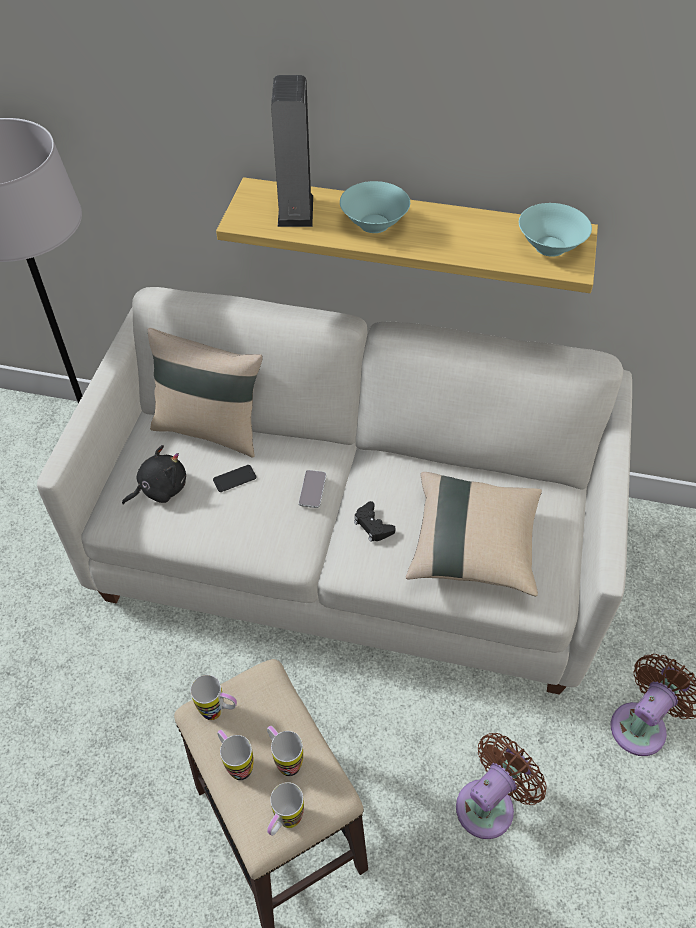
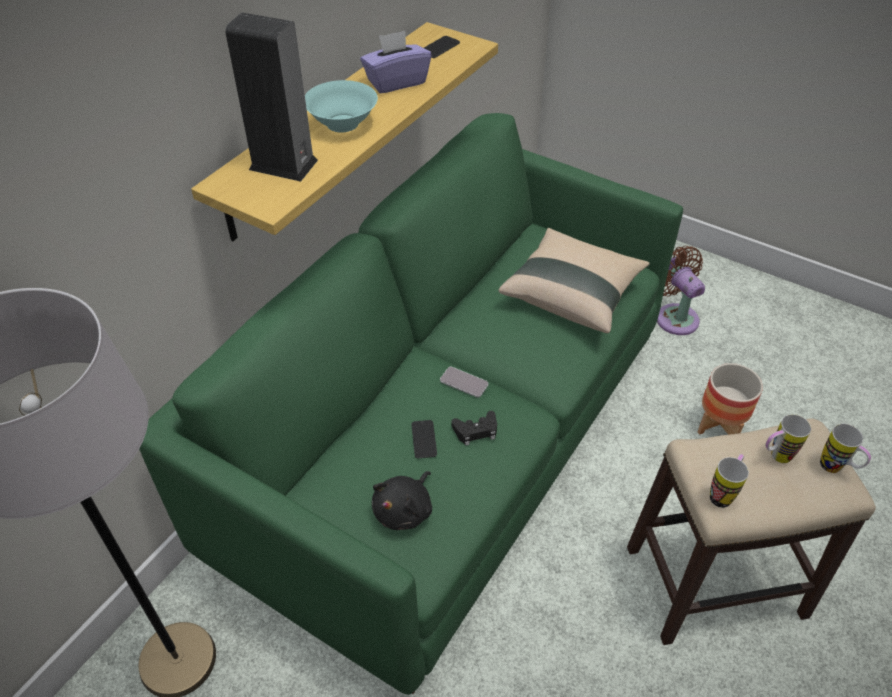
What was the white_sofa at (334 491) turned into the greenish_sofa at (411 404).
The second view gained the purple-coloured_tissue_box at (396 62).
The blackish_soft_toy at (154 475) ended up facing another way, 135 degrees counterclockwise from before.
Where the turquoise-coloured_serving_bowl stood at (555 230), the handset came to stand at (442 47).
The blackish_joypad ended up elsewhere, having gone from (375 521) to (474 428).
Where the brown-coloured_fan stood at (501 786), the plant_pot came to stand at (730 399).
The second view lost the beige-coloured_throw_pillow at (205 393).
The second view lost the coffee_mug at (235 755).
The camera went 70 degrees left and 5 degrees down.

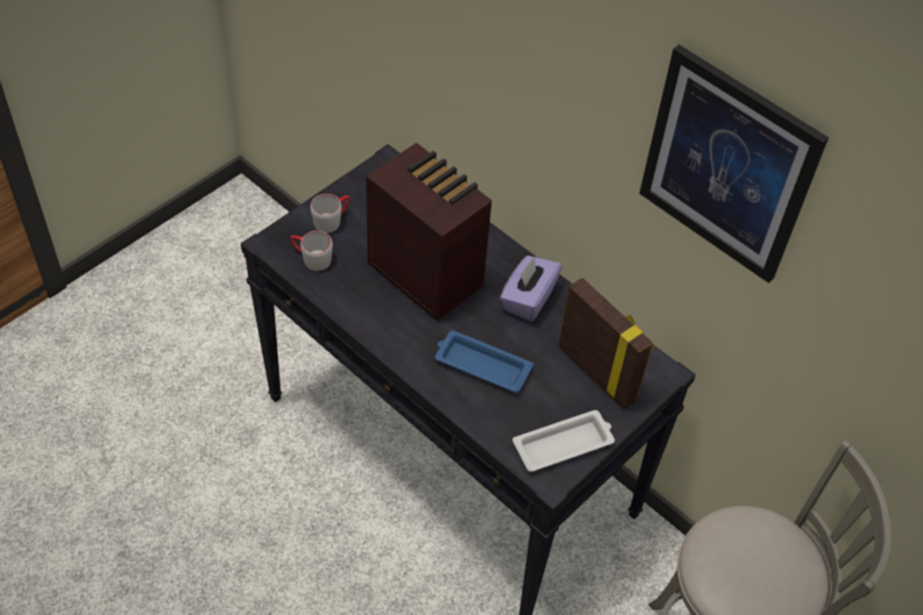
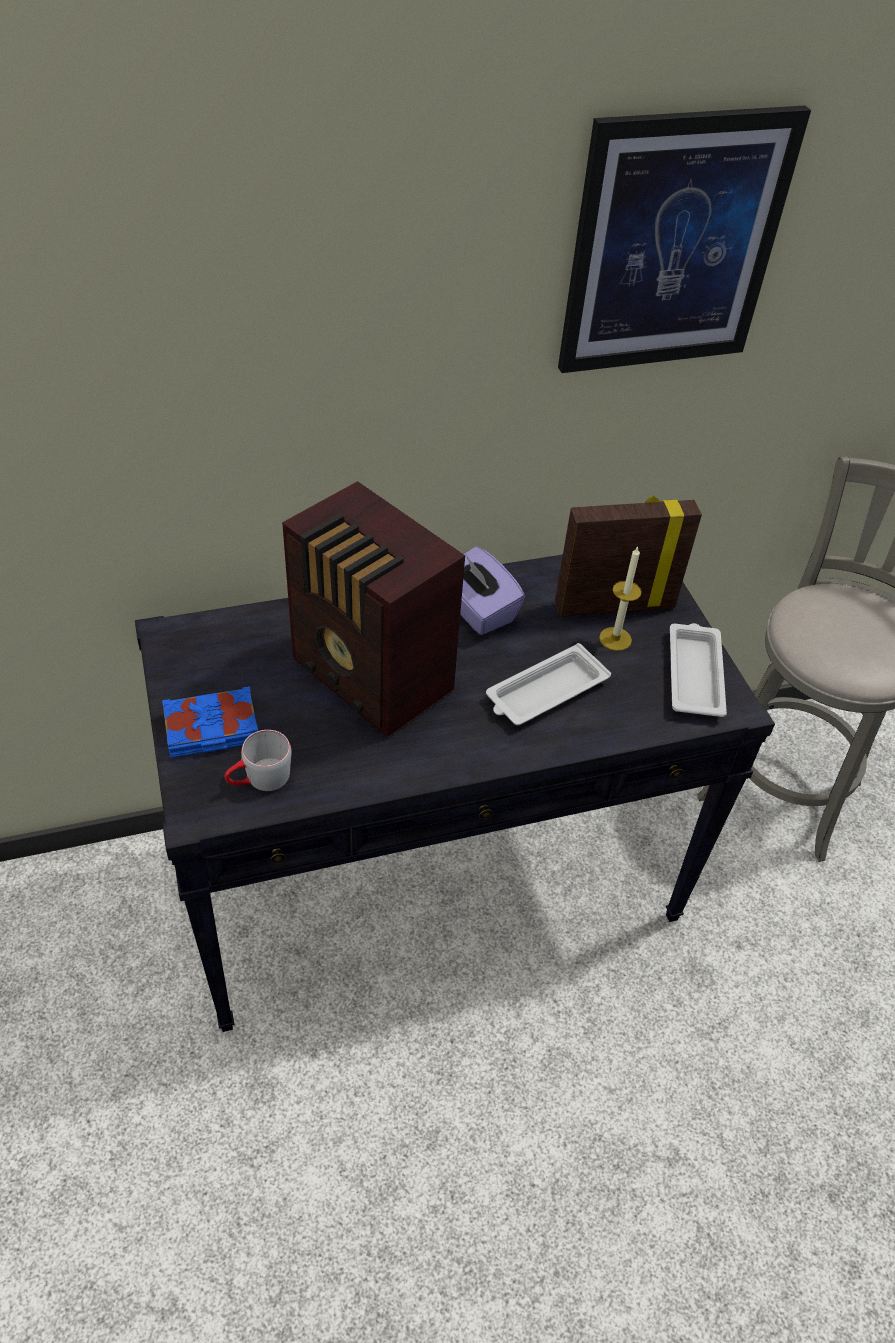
Where the gray_coffee_mug stood at (330 213), the bluish_bound_book came to stand at (210 722).
The radio at (429 232) ended up facing another way, 120 degrees counterclockwise from before.
What was the bluish_tray at (484 362) turned into the white_tray at (548 684).
The second view gained the wax_candle at (620 598).
The camera went 60 degrees left and 5 degrees down.

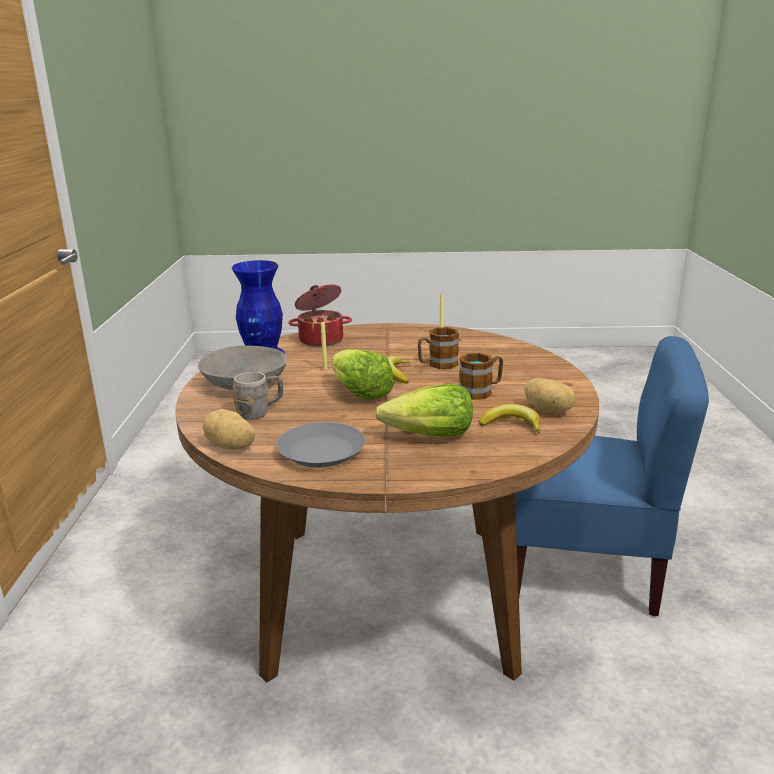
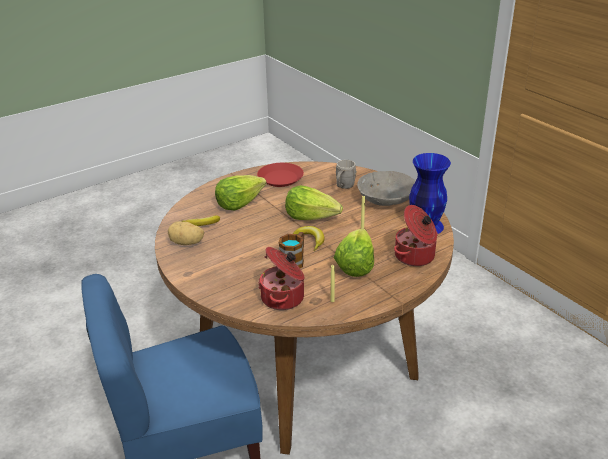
What was the gray_plate at (320 445) turned into the red-coloured_plate at (280 175).
The second view gained the saucepot at (281 278).
The second view gained the lettuce at (354 253).
The second view lost the potato at (229 429).
The second view lost the coffee_mug at (481 376).
The camera went 145 degrees right and 10 degrees up.

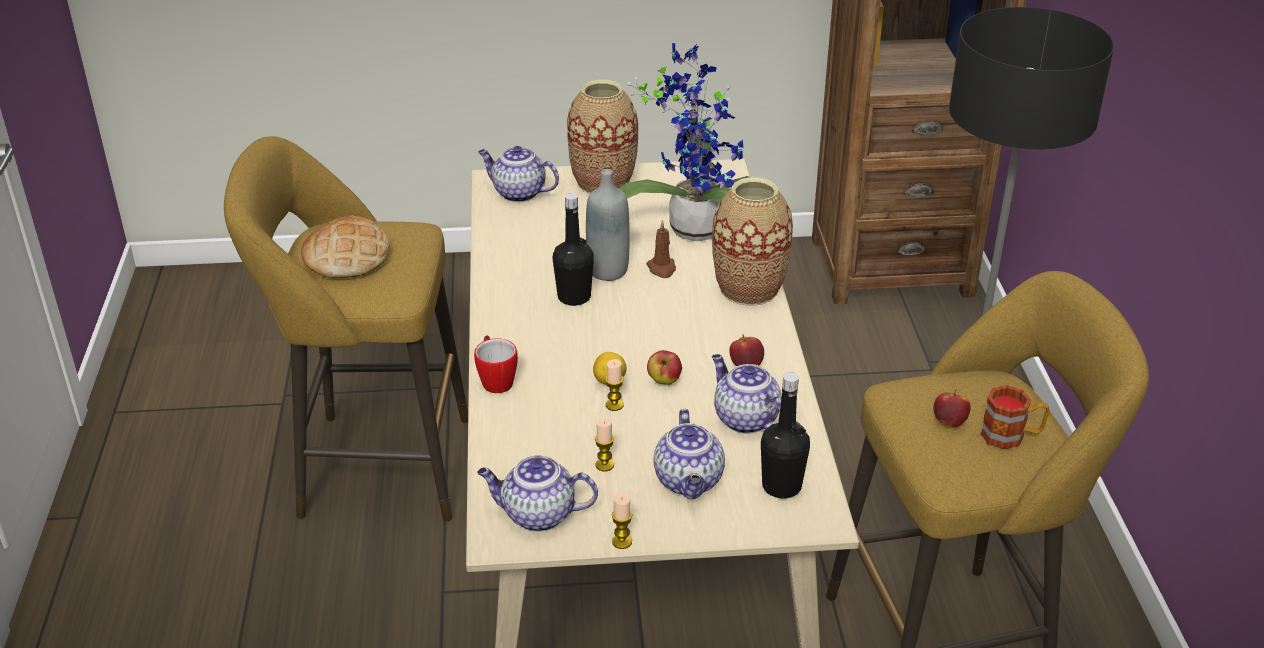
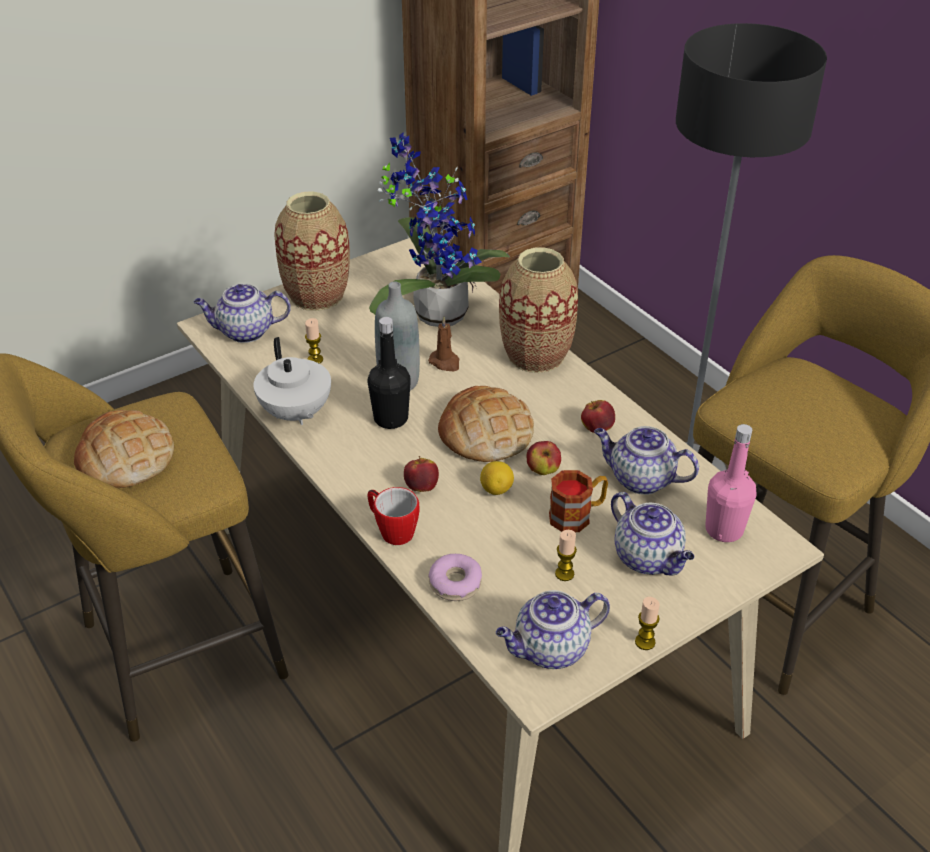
The second view gained the white_tea_pot at (292 381).
The wax_candle ended up elsewhere, having gone from (614 385) to (314 341).
The whole_apple ended up elsewhere, having gone from (952 408) to (421 474).
The second view gained the donut at (455 577).
The second view gained the baked_bread at (486 424).
The coffee_mug ended up elsewhere, having gone from (1015 417) to (578 501).
What was the blackish_bottle at (785 435) turned into the pink_bottle at (730 483).
The camera went 30 degrees left and 5 degrees up.

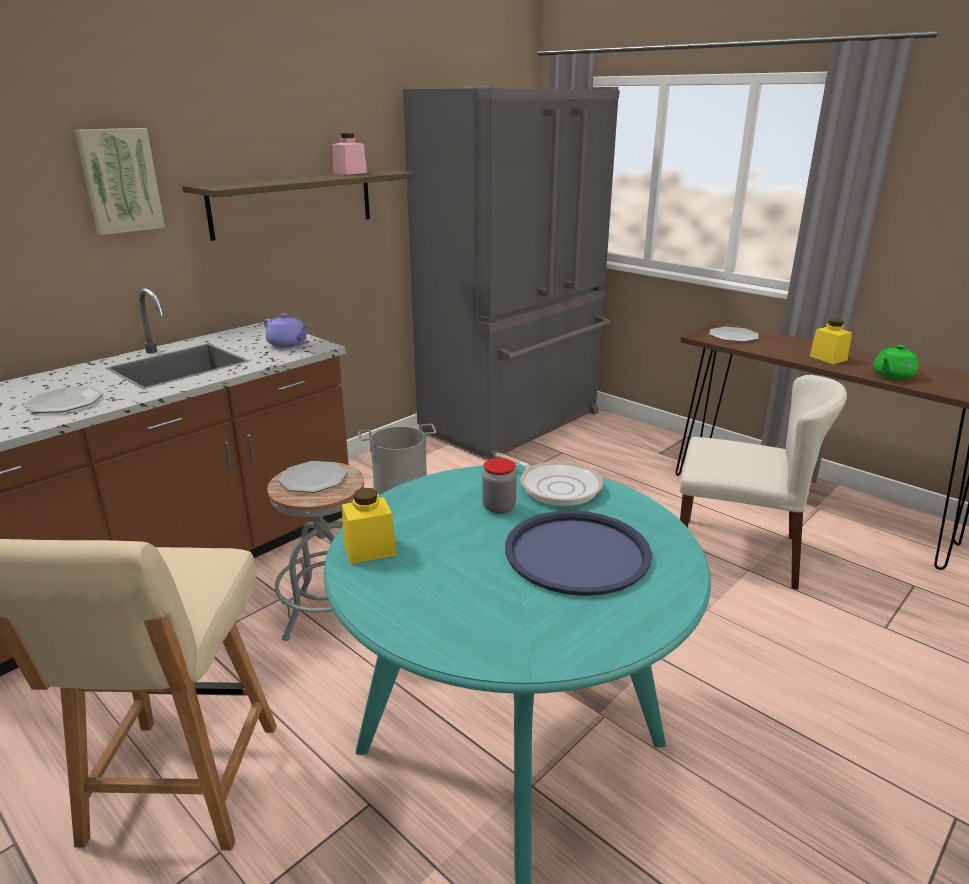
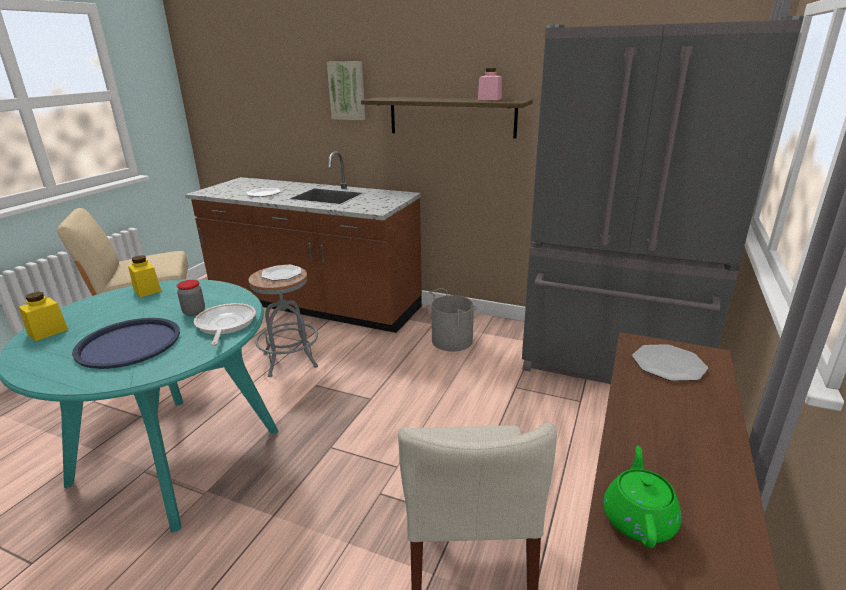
The yellowish_preserve_jar ended up elsewhere, having gone from (830 341) to (43 316).
The skillet at (549 479) ended up facing another way, 150 degrees clockwise from before.
The greenish_tea_pot at (895 362) ended up facing another way, 75 degrees clockwise from before.
The second view lost the purple-coloured_tea_pot at (287 330).
The camera went 70 degrees right and 0 degrees up.

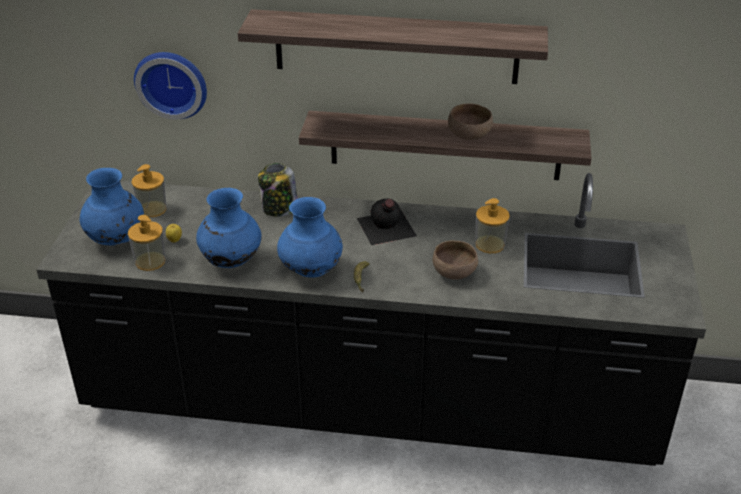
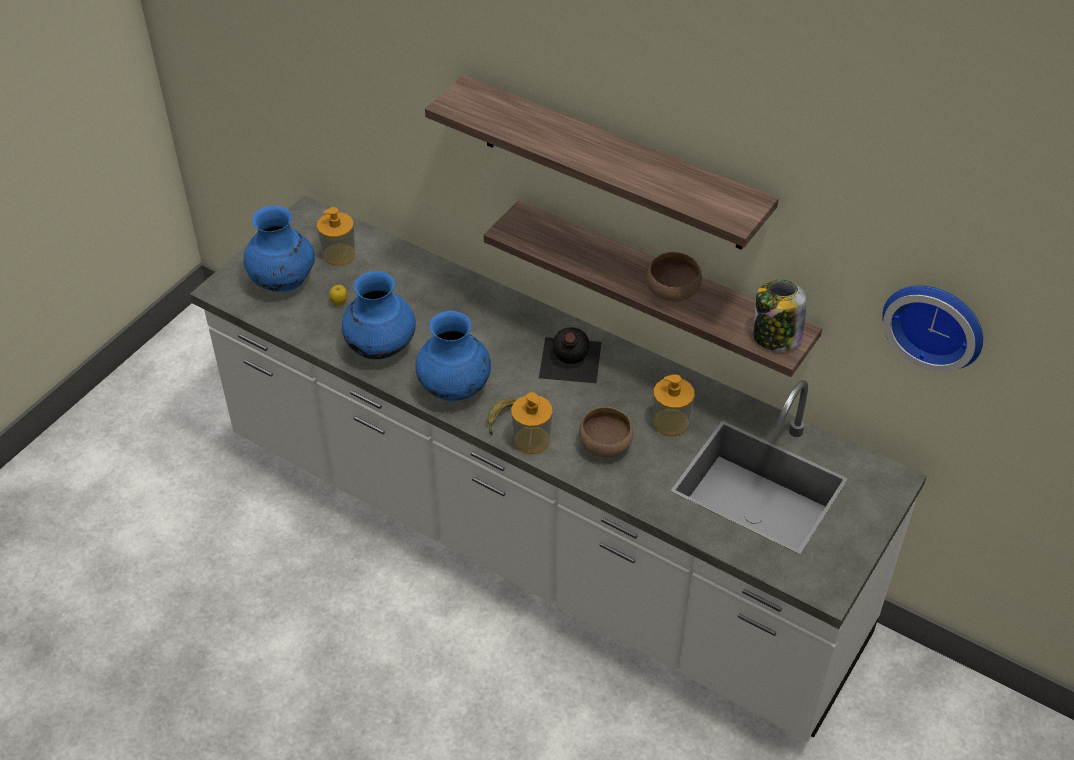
What was the blackish_kitchen_base_unit at (371 319) turned into the white_kitchen_base_unit at (558 468).
The soap_bottle ended up elsewhere, having gone from (146 243) to (532 423).
The preserve_jar ended up elsewhere, having gone from (278 189) to (780 315).
The wall_clock ended up elsewhere, having gone from (170 85) to (932 328).
The camera went 25 degrees right and 10 degrees up.

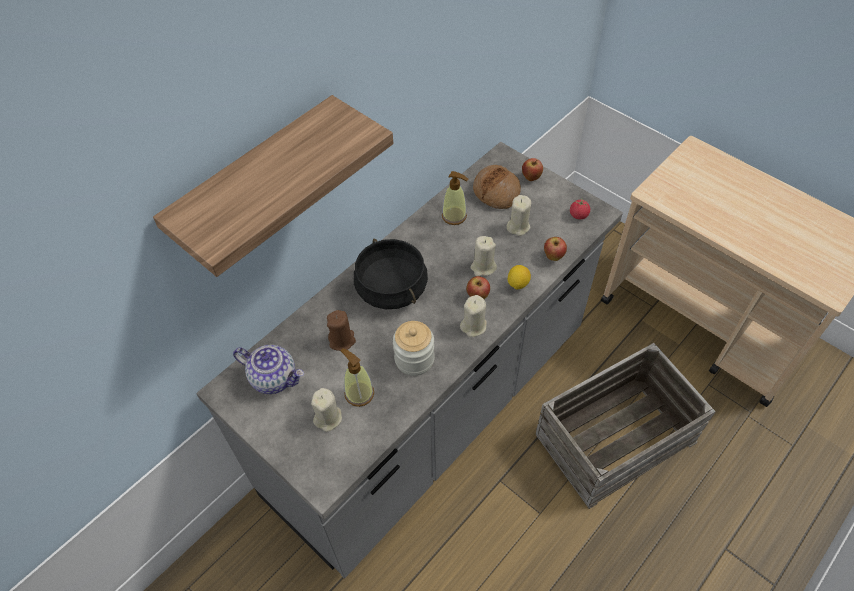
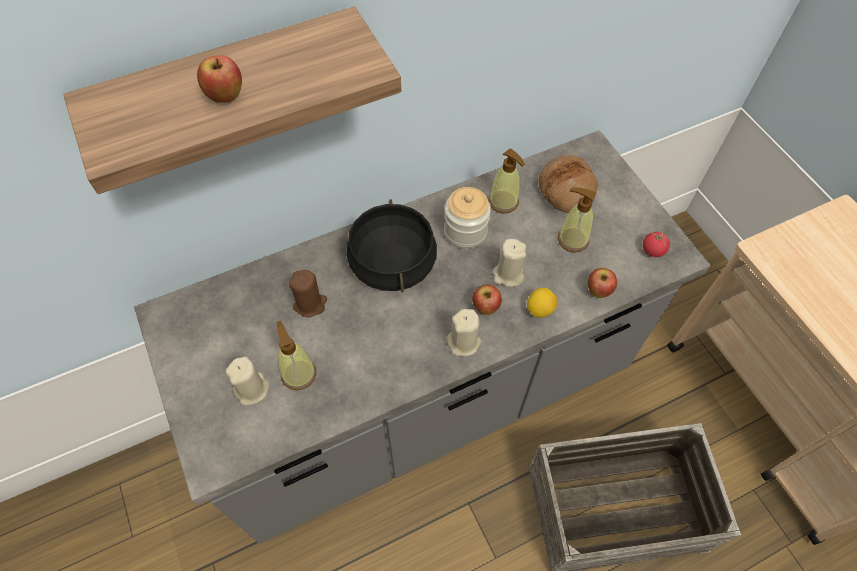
The whole_apple ended up elsewhere, having gone from (532 169) to (219 79).
The preserve_jar ended up elsewhere, having gone from (414 348) to (467 218).
Where the beige-coloured_wax_candle stood at (519 215), the soap_bottle came to stand at (576 219).
The second view lost the tea_pot at (268 369).
The camera went 20 degrees right and 5 degrees up.

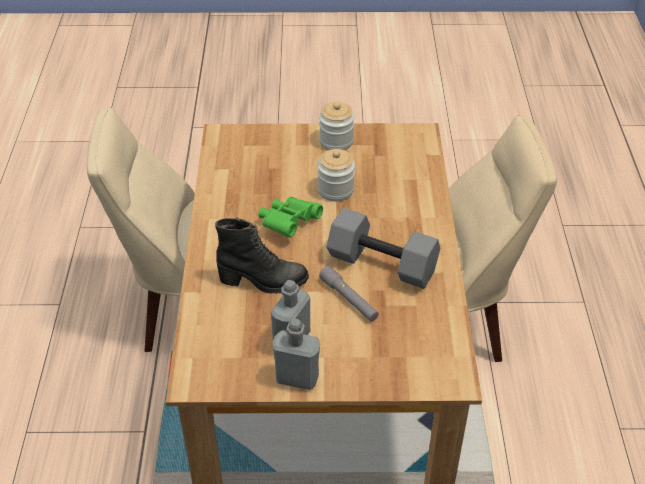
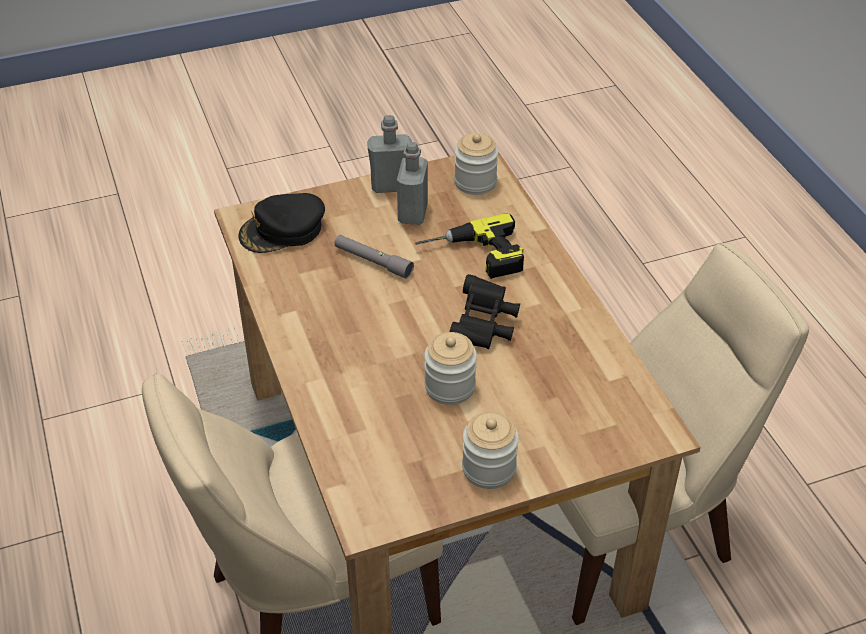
The second view gained the blackish_cap at (282 223).
Where the blackish_tall_boot stood at (262 256), the drill came to stand at (469 246).
What was the greenish_field_glasses at (290 217) turned into the blackish_field_glasses at (485 311).
The second view gained the preserve_jar at (476 164).
The second view lost the gray_hand_weight at (383 248).
The camera went 160 degrees right and 0 degrees up.

